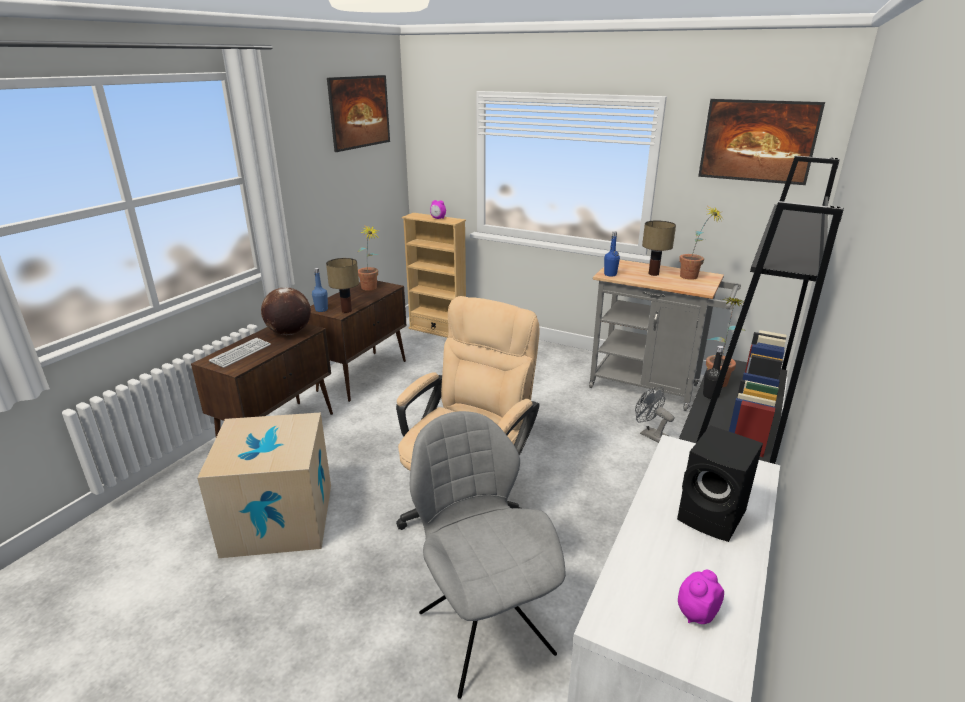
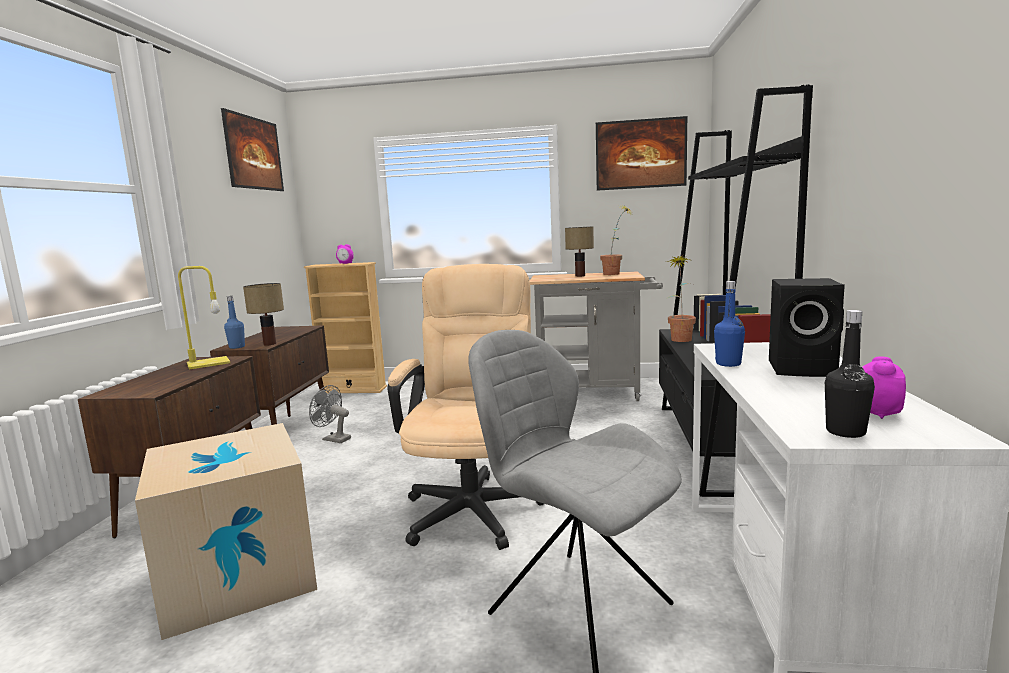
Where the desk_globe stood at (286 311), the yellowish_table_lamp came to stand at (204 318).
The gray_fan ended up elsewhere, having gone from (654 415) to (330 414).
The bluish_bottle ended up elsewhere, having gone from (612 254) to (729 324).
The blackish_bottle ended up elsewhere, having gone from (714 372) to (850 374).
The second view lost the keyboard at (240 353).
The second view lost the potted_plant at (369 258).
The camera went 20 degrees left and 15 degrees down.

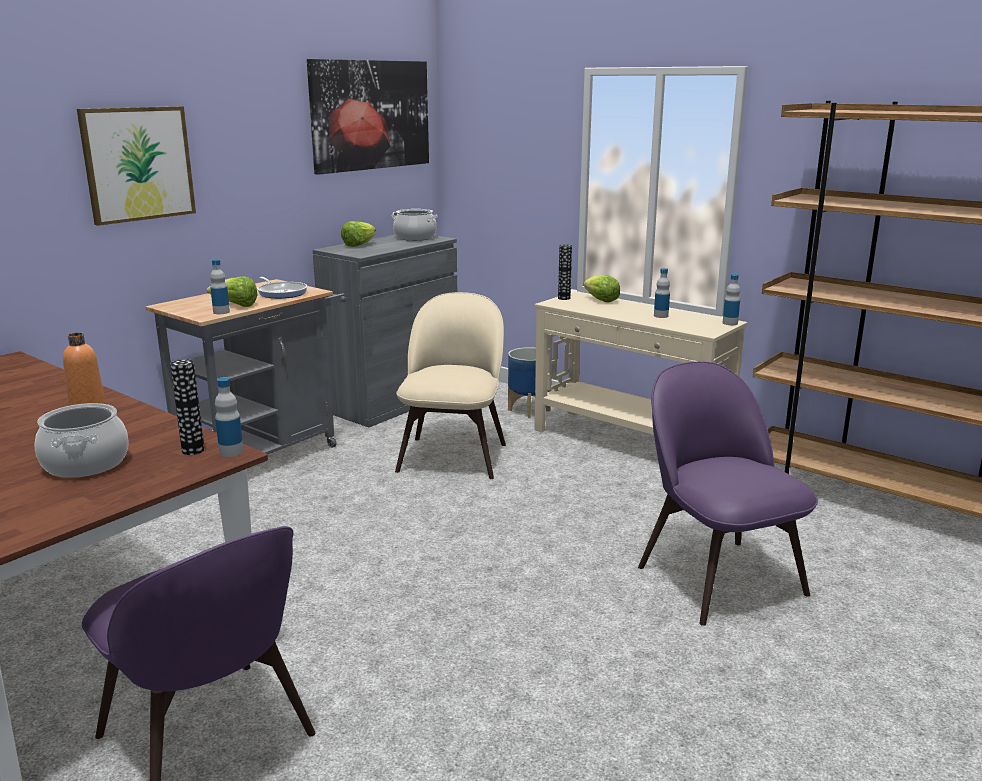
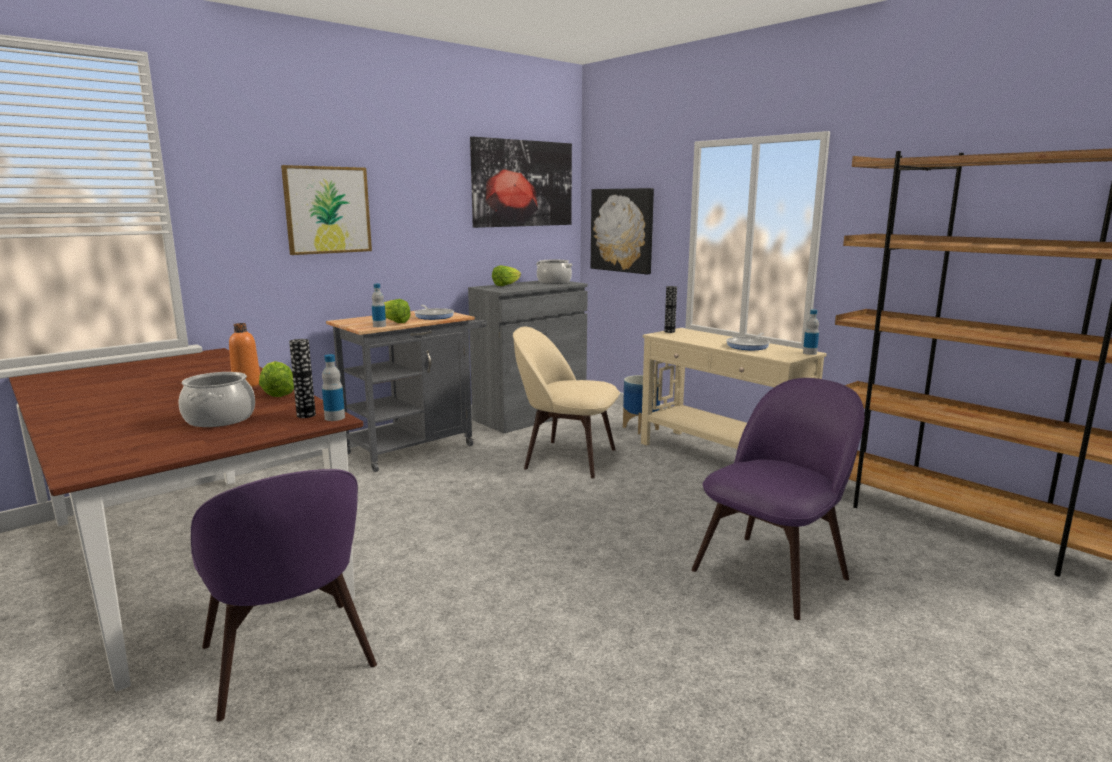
The lettuce ended up elsewhere, having gone from (601 288) to (276 379).
The beige-coloured_upright_chair at (450 385) ended up facing another way, 90 degrees counterclockwise from before.
The second view gained the wall_picture at (622 231).
The purple-coloured_upright_chair at (728 493) ended up facing another way, 60 degrees clockwise from before.
Where the bottle stood at (662 293), the skillet came to stand at (748 341).
The camera went 10 degrees right and 5 degrees down.

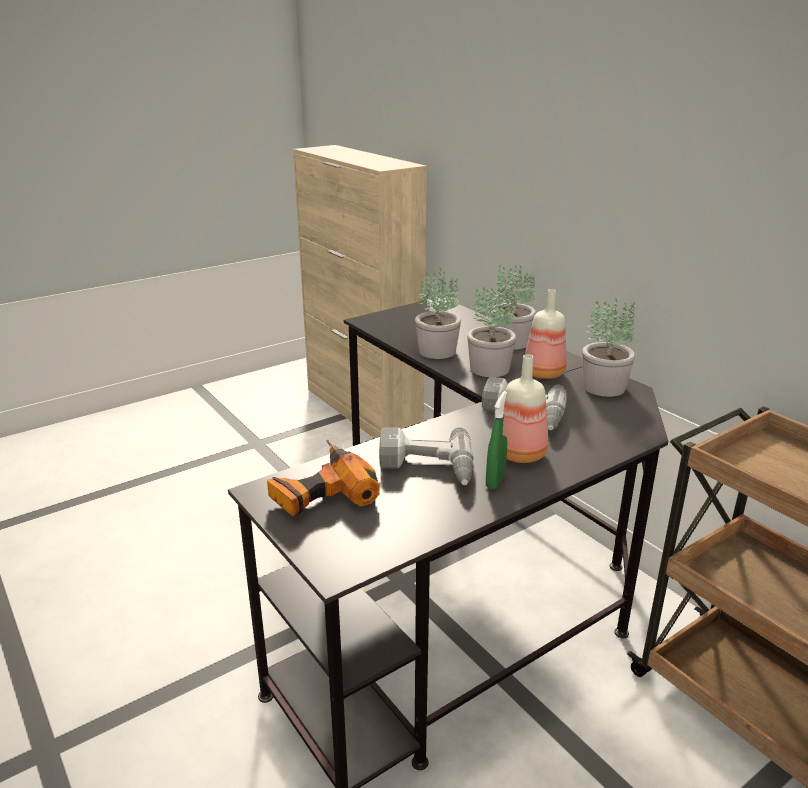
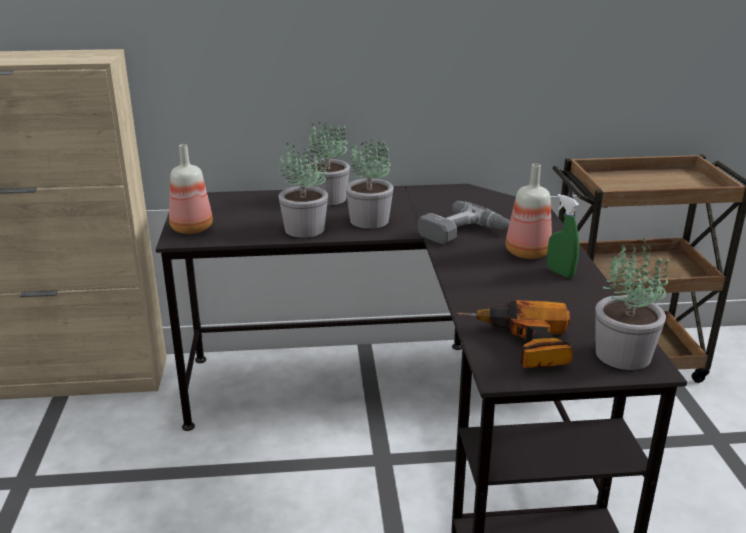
The bottle ended up elsewhere, having gone from (546 334) to (191 189).
The potted_plant ended up elsewhere, having gone from (608 347) to (632 304).
The second view lost the drill at (426 456).
The camera went 60 degrees left and 0 degrees up.

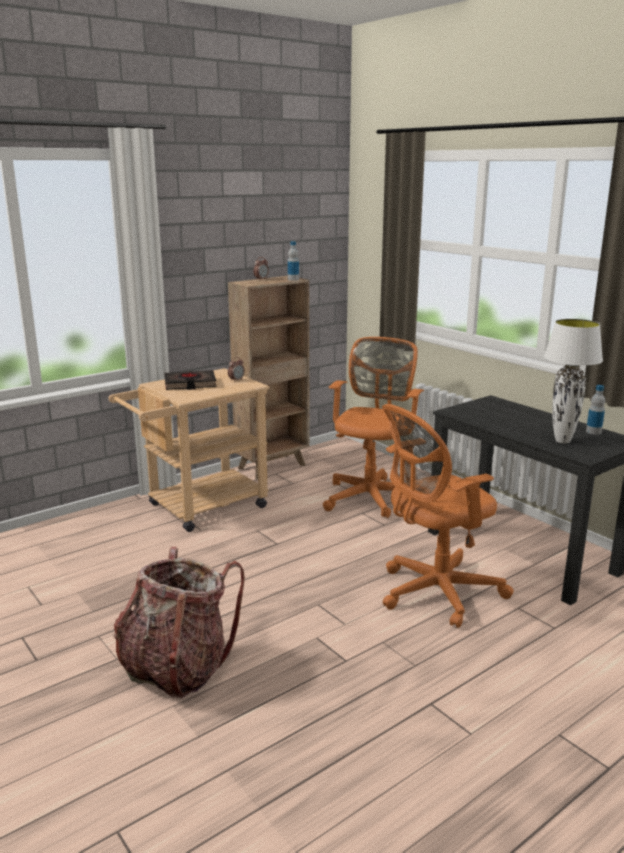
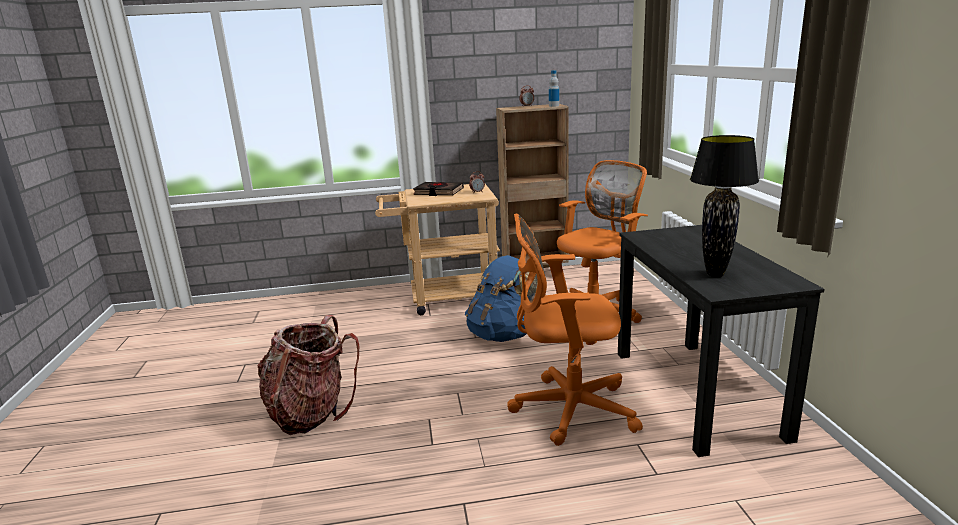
The second view gained the bluish_knapsack at (501 298).
What was the white_table_lamp at (573 381) turned into the blackish_table_lamp at (724 206).
The second view lost the bottle at (595 410).
The camera went 30 degrees right and 0 degrees up.

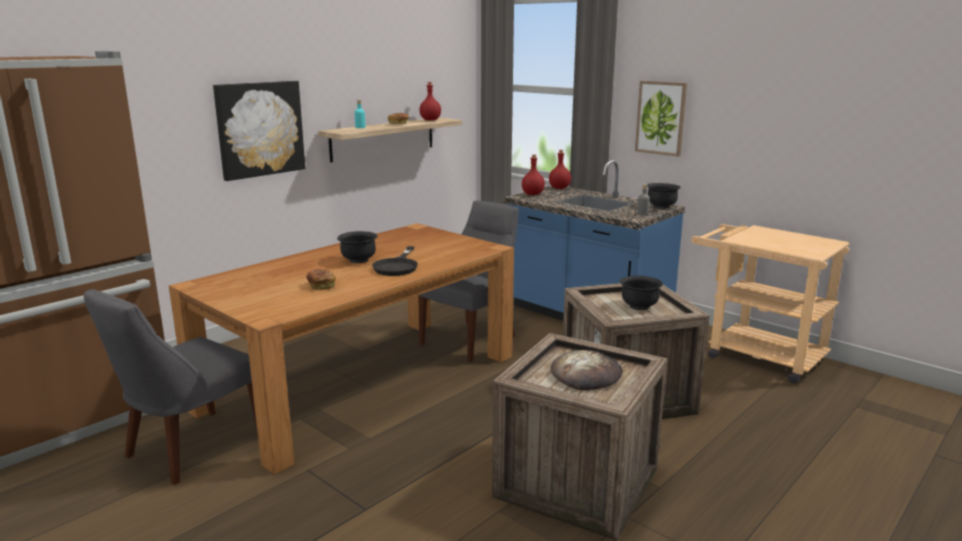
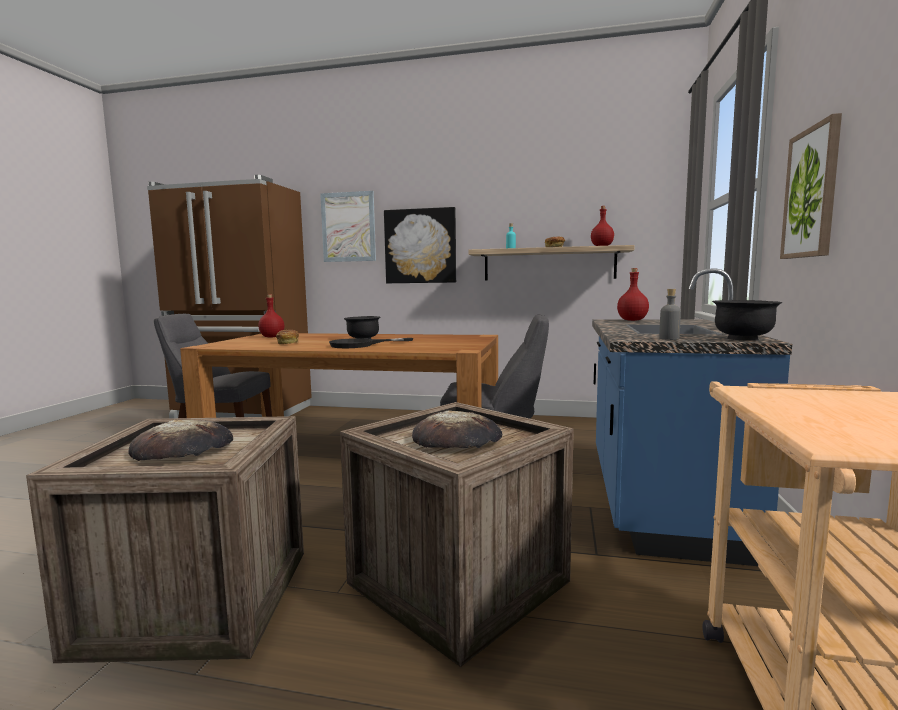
The red-coloured_bottle ended up elsewhere, having gone from (560 169) to (271 315).
The second view gained the wall_picture at (348 226).
Where the blackish_serving_bowl stood at (641 293), the baked_bread came to stand at (457 429).
The camera went 60 degrees right and 10 degrees down.

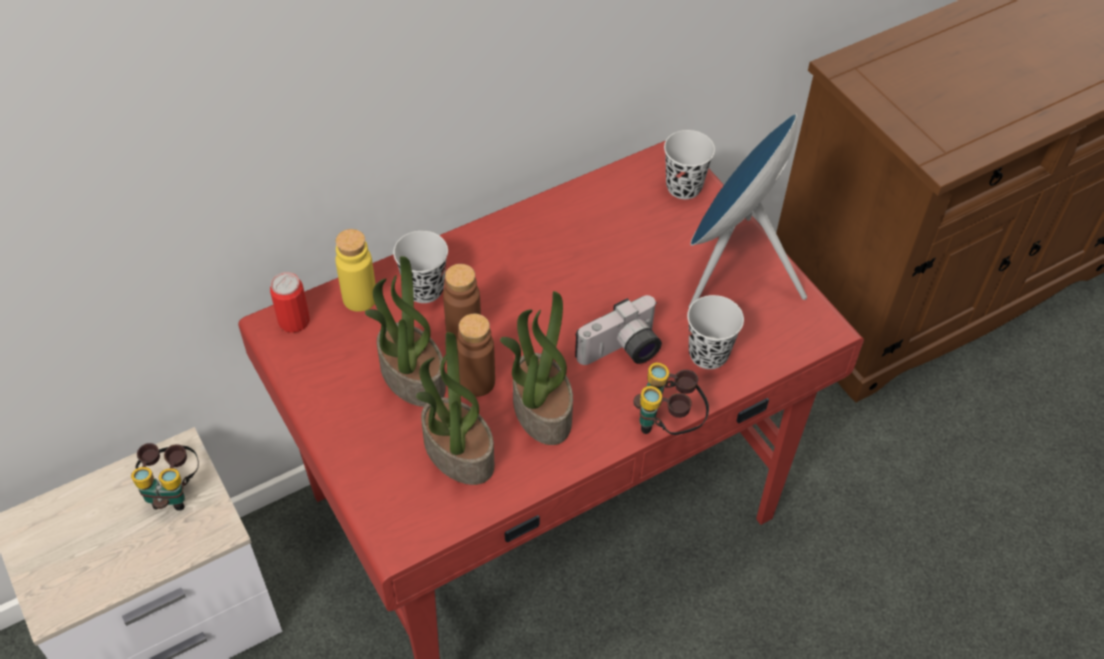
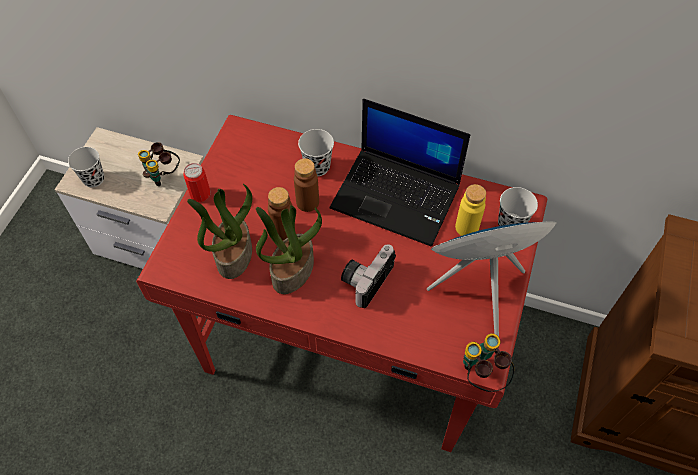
The blackish_small_cup ended up elsewhere, having gone from (715 332) to (86 167).
The sealed_can ended up elsewhere, having gone from (290 302) to (197 182).
The second view gained the portable_computer at (400 172).
The photo_camera at (618 330) ended up facing another way, 105 degrees clockwise from before.
The yellowish_bottle ended up elsewhere, having gone from (355 270) to (470 210).
The field_glasses ended up elsewhere, having gone from (671 398) to (489 362).
The second view lost the potted_plant at (405 331).
The camera went 50 degrees right and 5 degrees up.

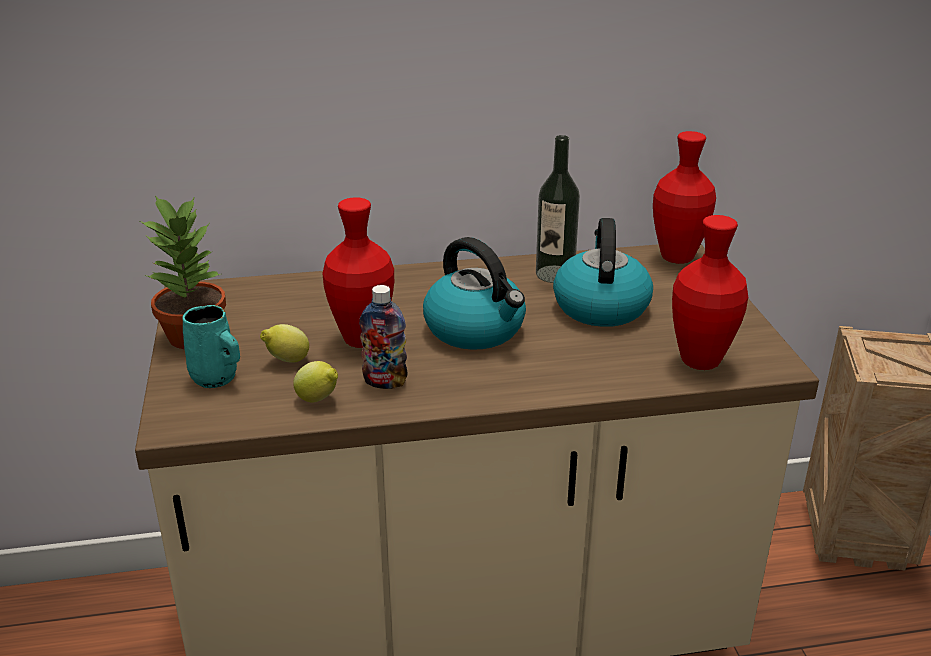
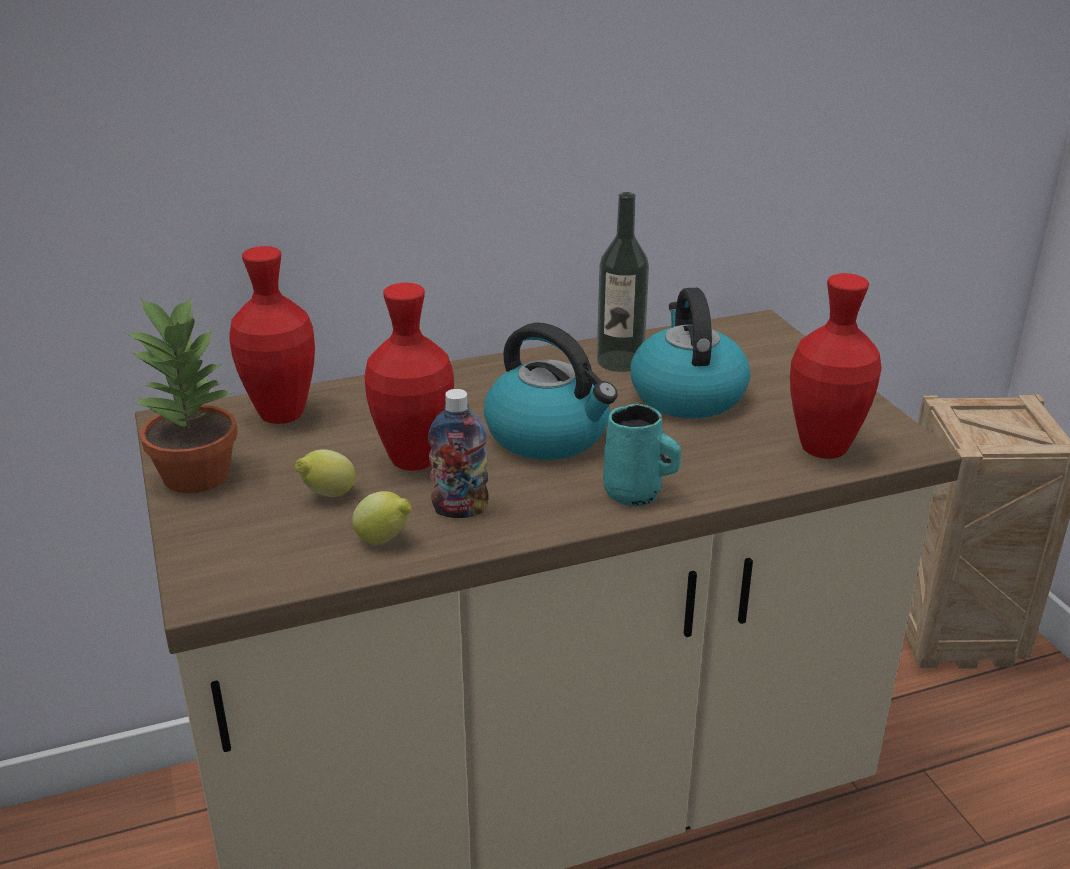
The red-coloured_flower_vase ended up elsewhere, having gone from (684 197) to (272 335).
The turquoise-coloured_coffee_mug ended up elsewhere, having gone from (211 346) to (642 455).
The camera went 10 degrees left and 0 degrees up.

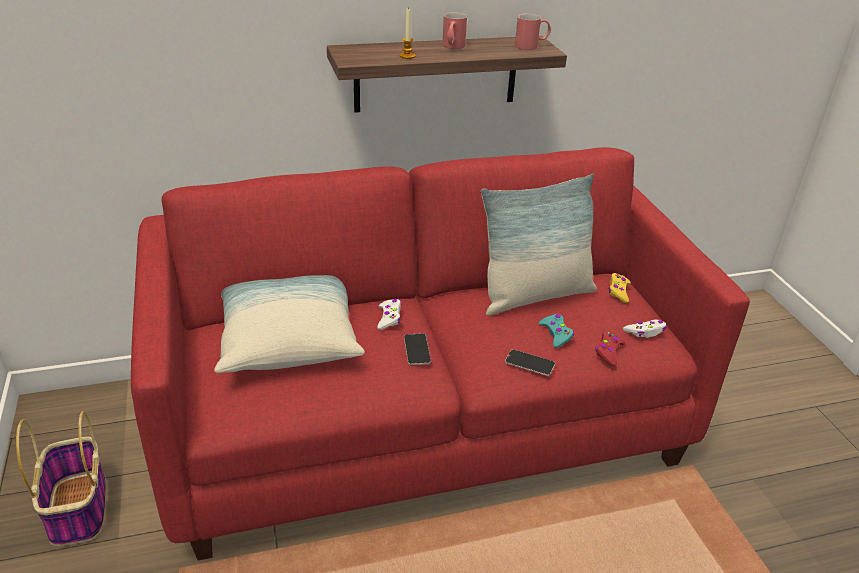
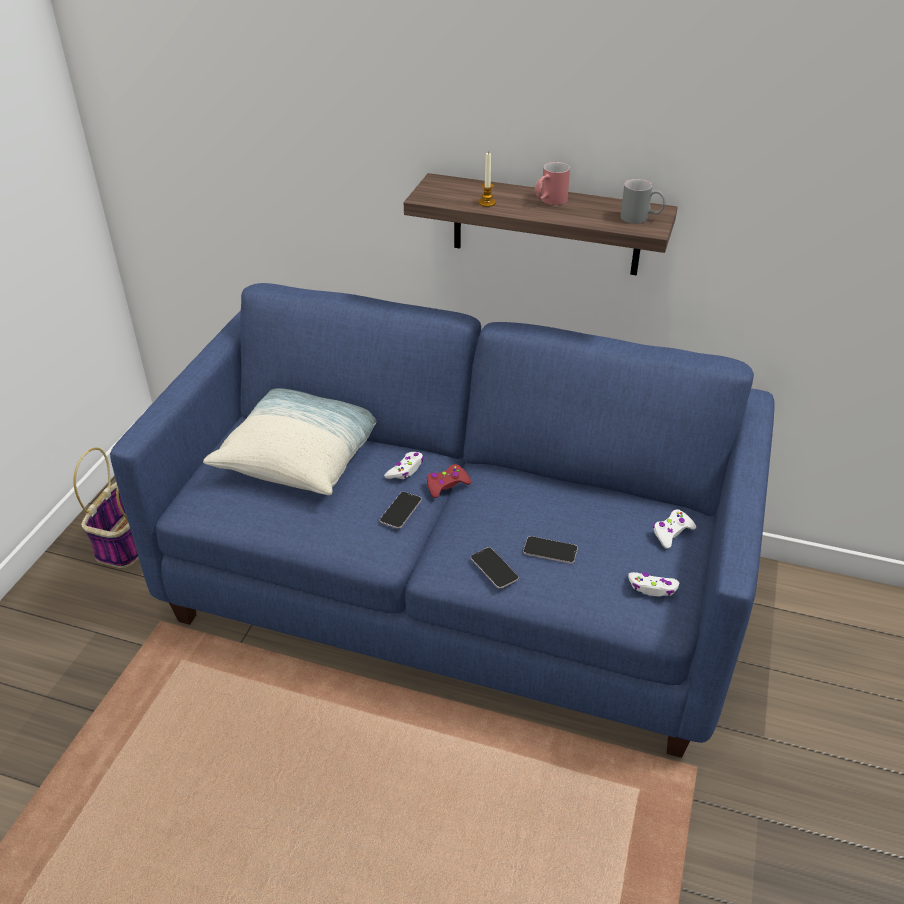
What was the red-coloured_sofa at (440 353) turned into the bluish_sofa at (442 520).
The red-coloured_joypad ended up elsewhere, having gone from (610 348) to (448 481).
Where the turquoise-coloured_joypad stood at (556 331), the handset came to stand at (550 550).
What was the red-coloured_coffee_mug at (533 32) turned into the gray_coffee_mug at (643 201).
What was the yellowish_joypad at (619 288) turned into the white_joypad at (674 529).
The second view lost the throw_pillow at (539 245).
The camera went 35 degrees right and 5 degrees up.

